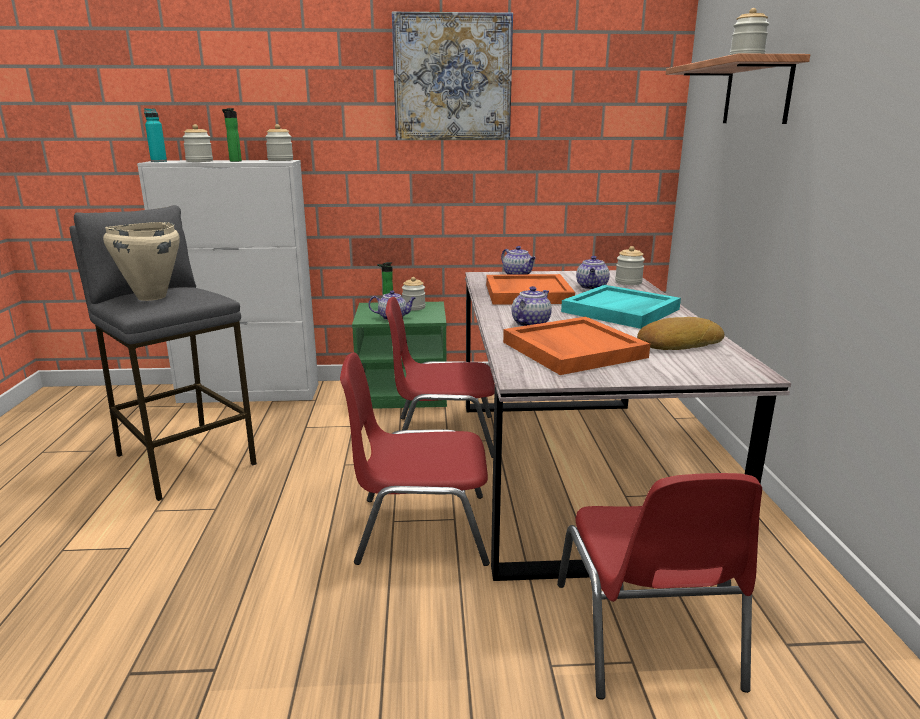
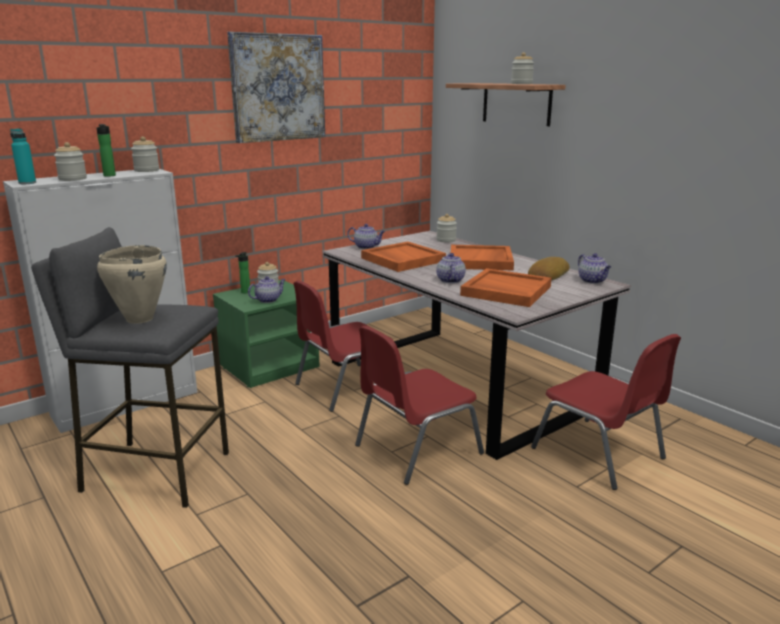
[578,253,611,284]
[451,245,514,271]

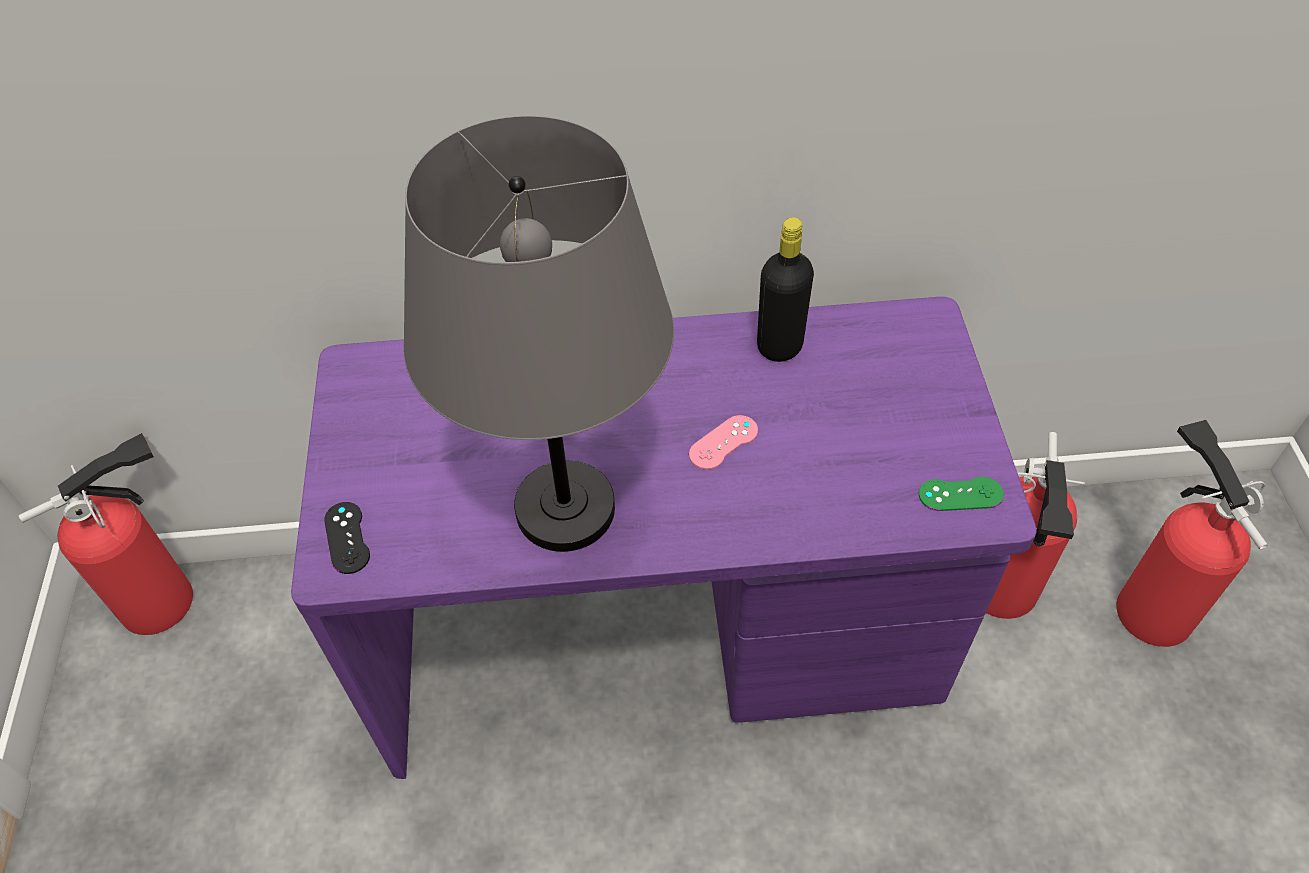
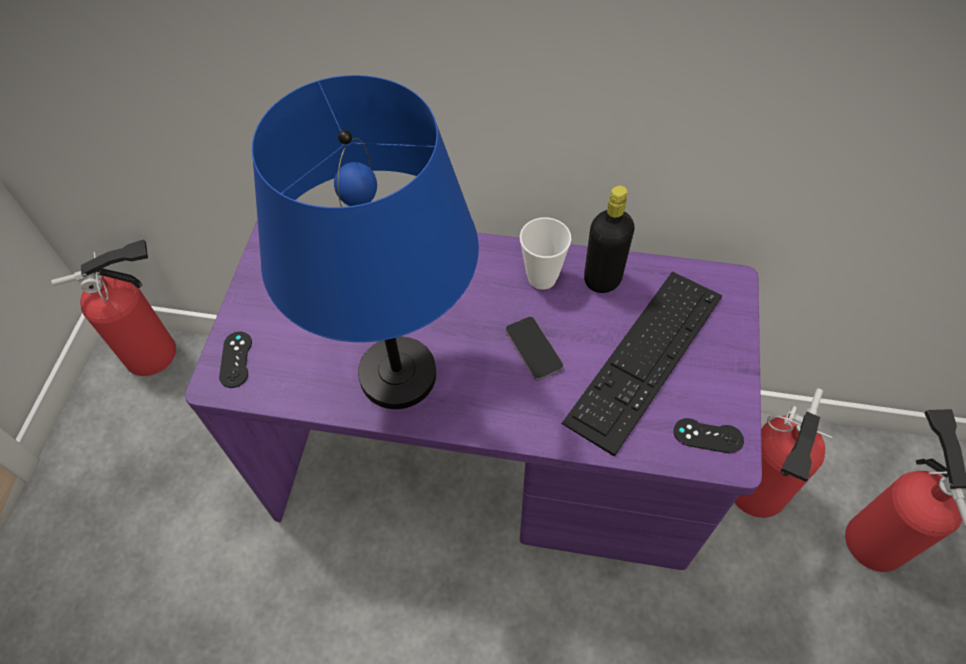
[520,217,571,290]
[562,272,722,457]
[505,316,564,381]
[252,75,479,409]
[674,418,744,454]

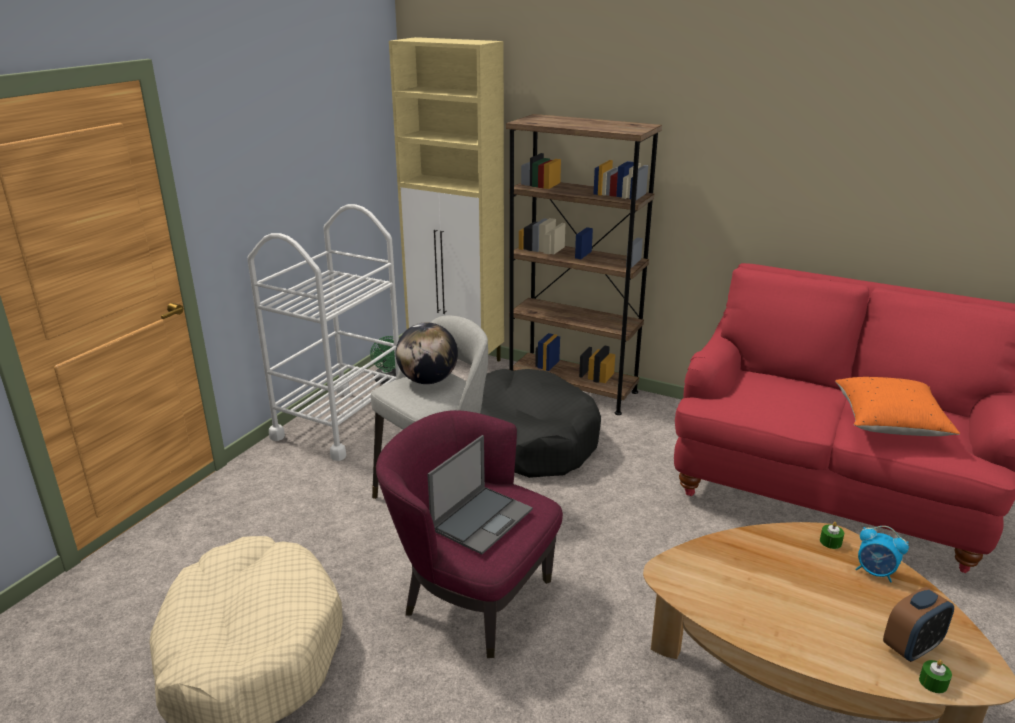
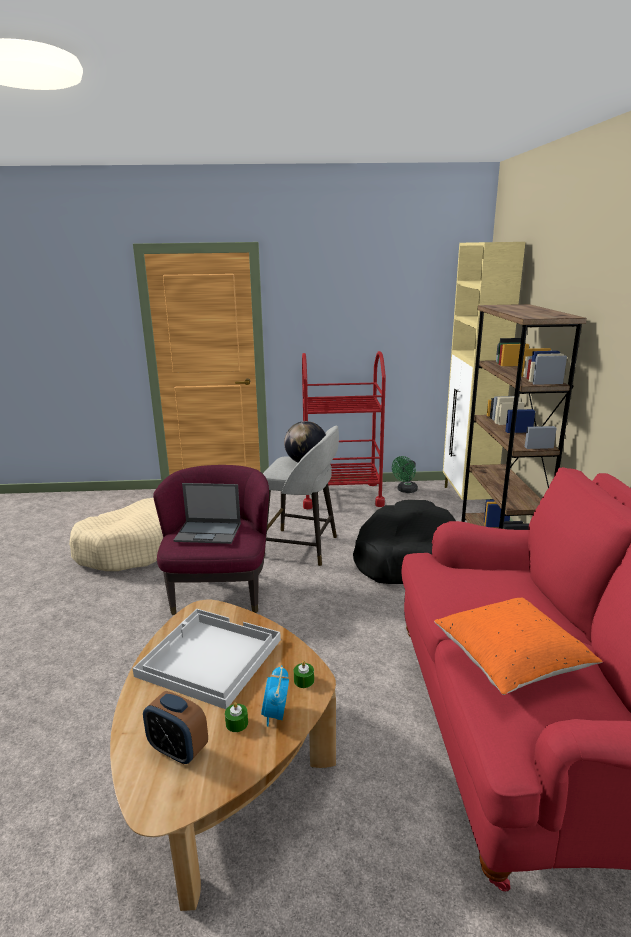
[133,609,281,709]
[225,702,248,732]
[302,351,386,509]

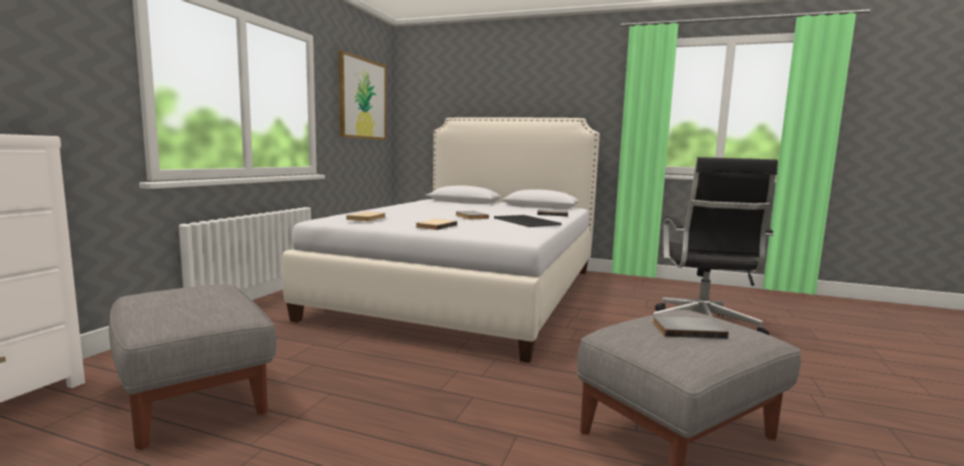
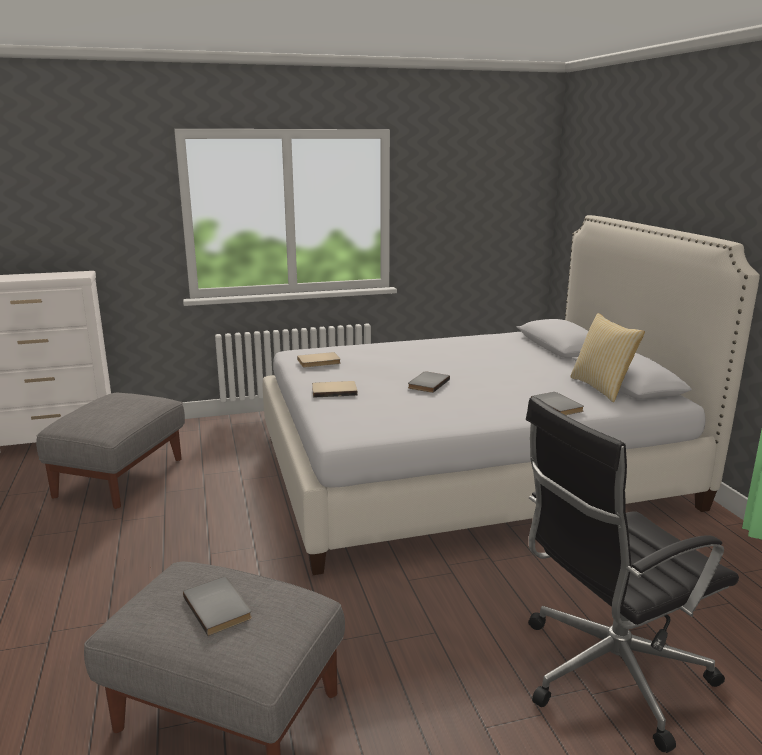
[339,50,386,140] (first image)
[494,215,562,227] (first image)
[570,313,645,402]

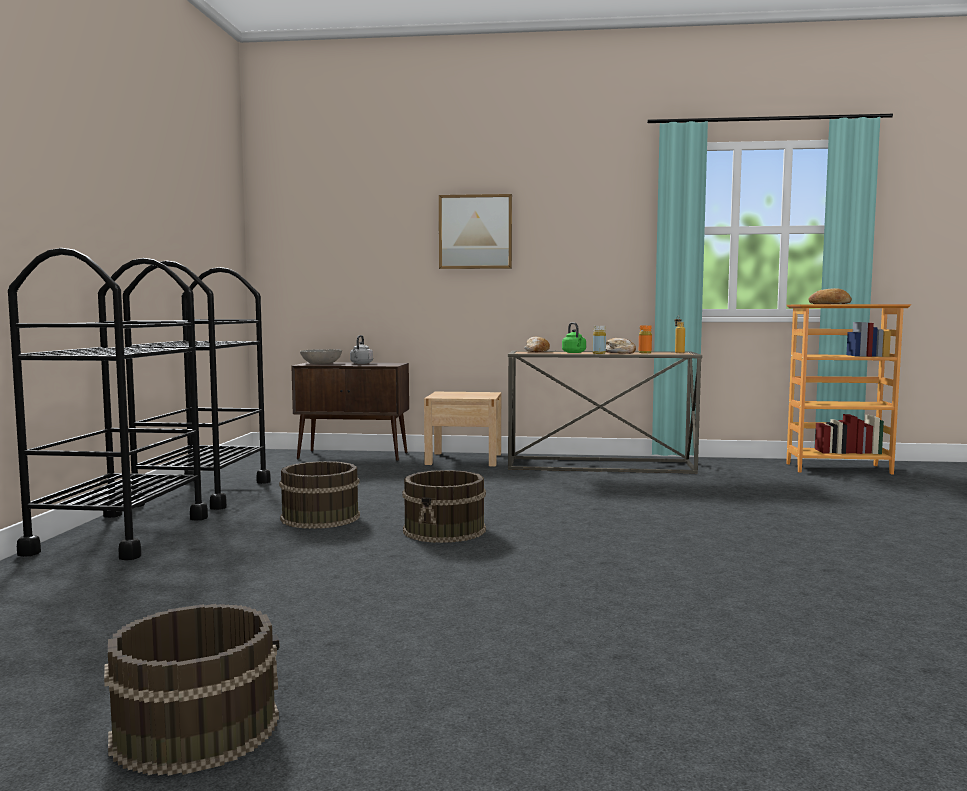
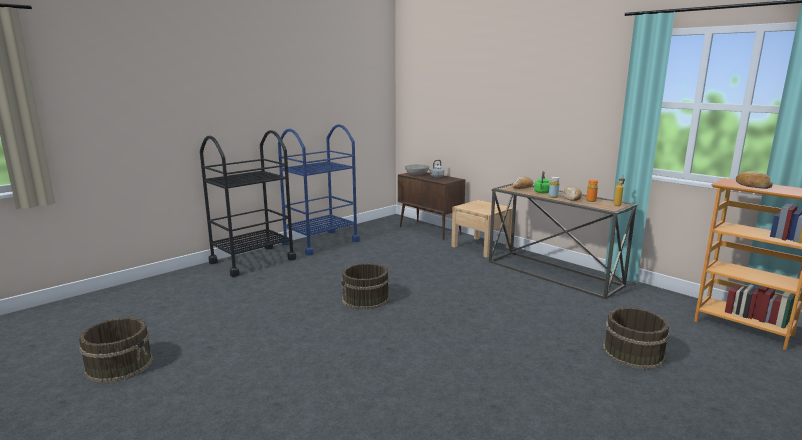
[439,194,512,269] (first image)
[603,307,669,369]
[278,124,360,256]

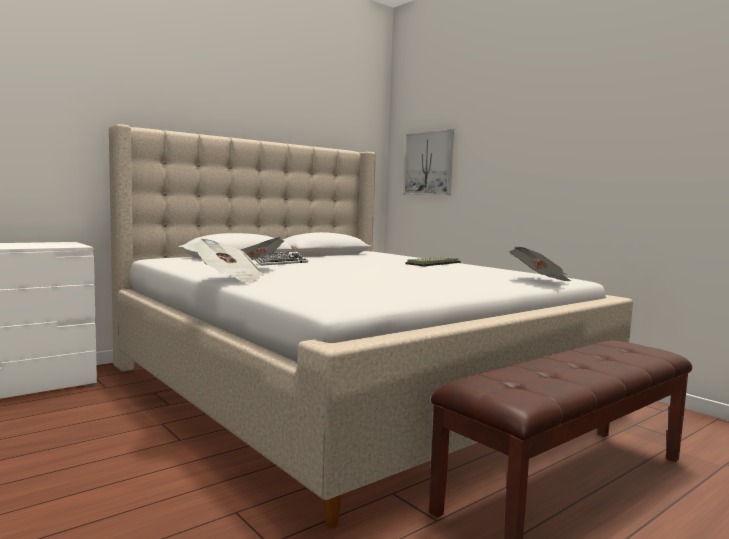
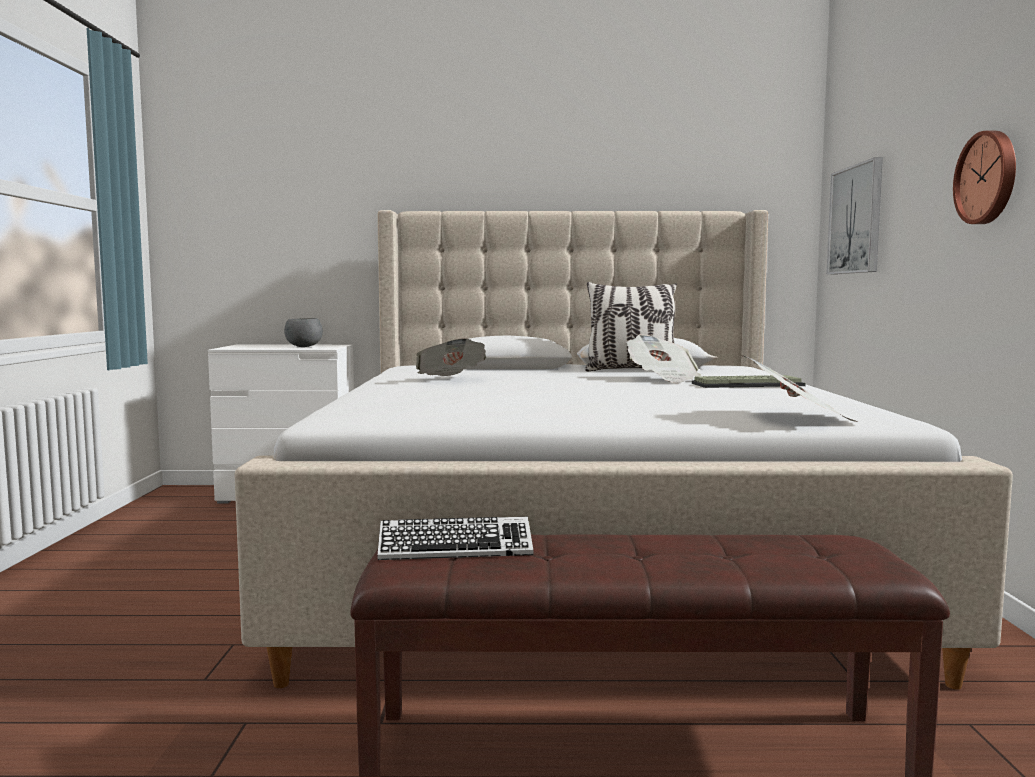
[284,318,323,347]
[585,282,677,371]
[953,131,1016,224]
[626,334,701,383]
[378,517,533,560]

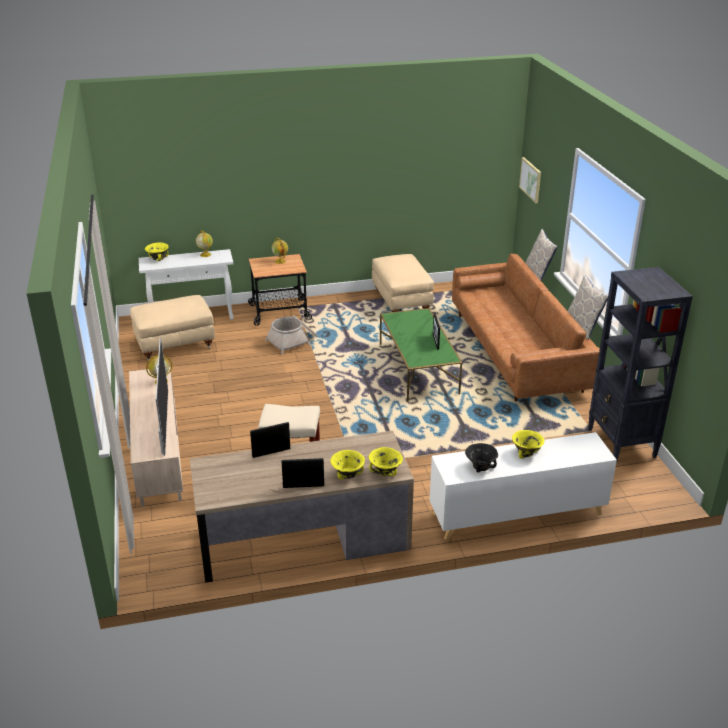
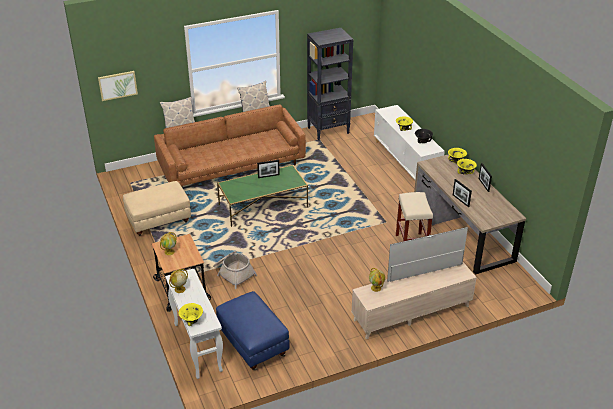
[216,291,289,370]

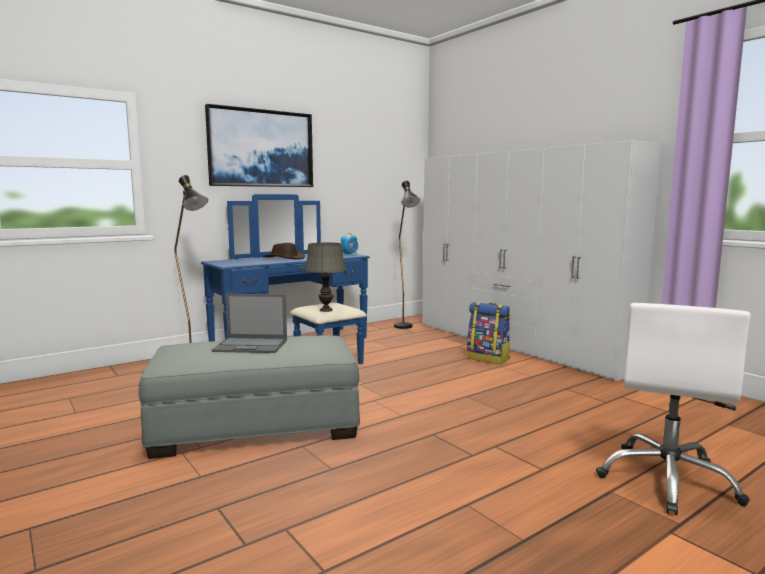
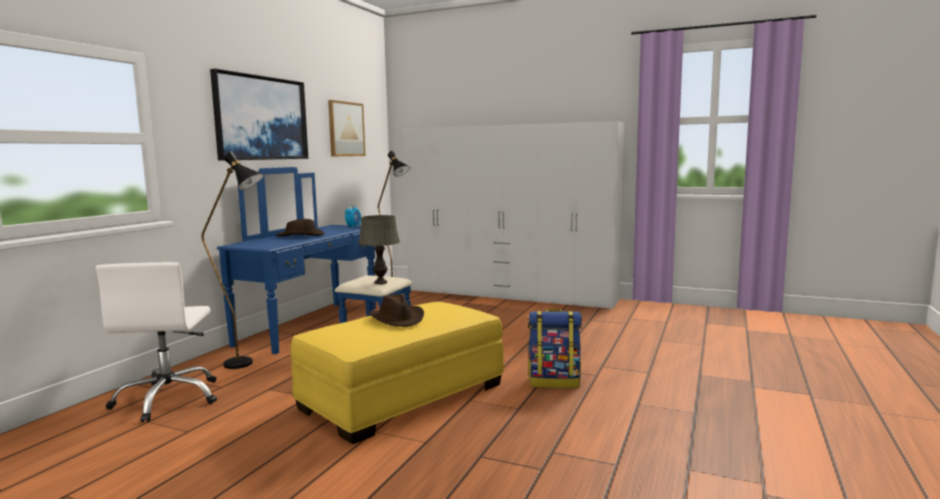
[328,100,366,157]
[528,309,582,388]
[96,262,217,422]
[368,294,424,327]
[290,302,504,444]

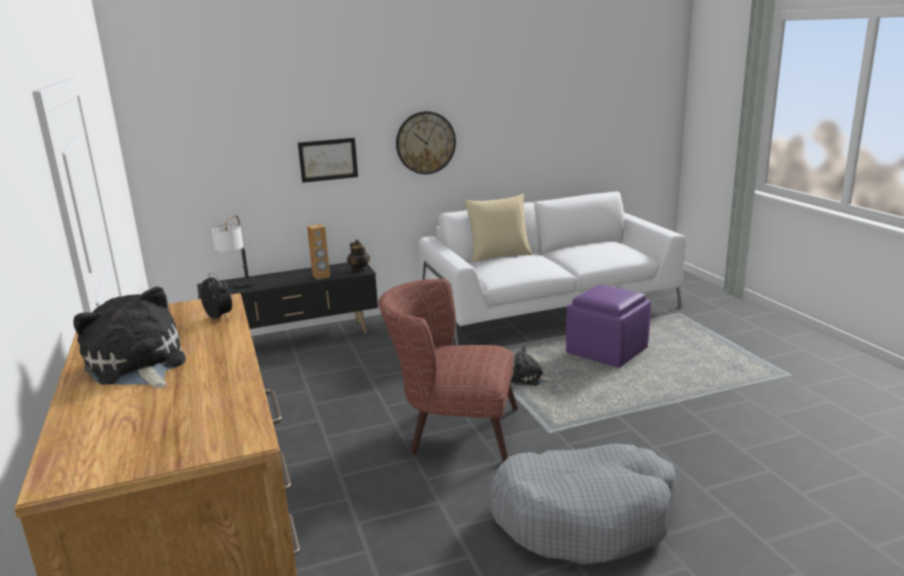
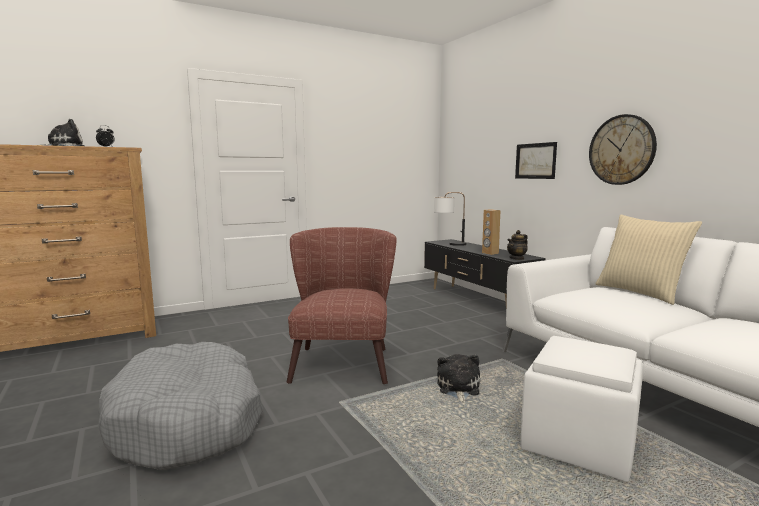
[521,336,643,482]

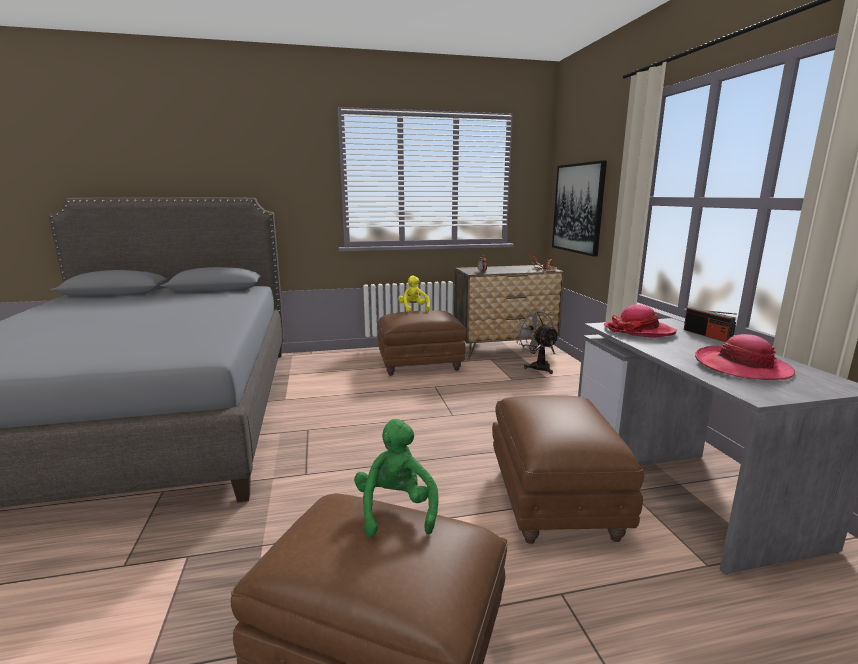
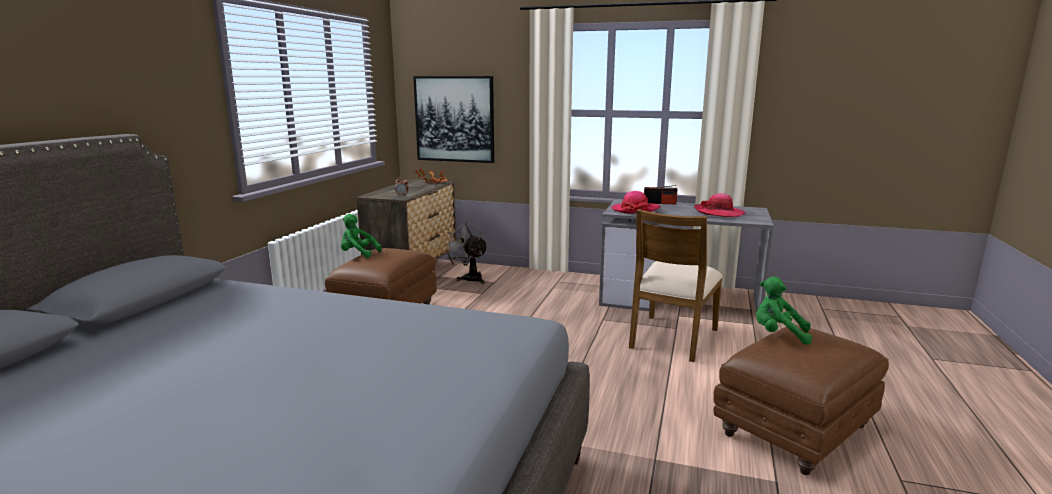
[629,209,723,362]
[341,214,382,258]
[445,222,488,284]

